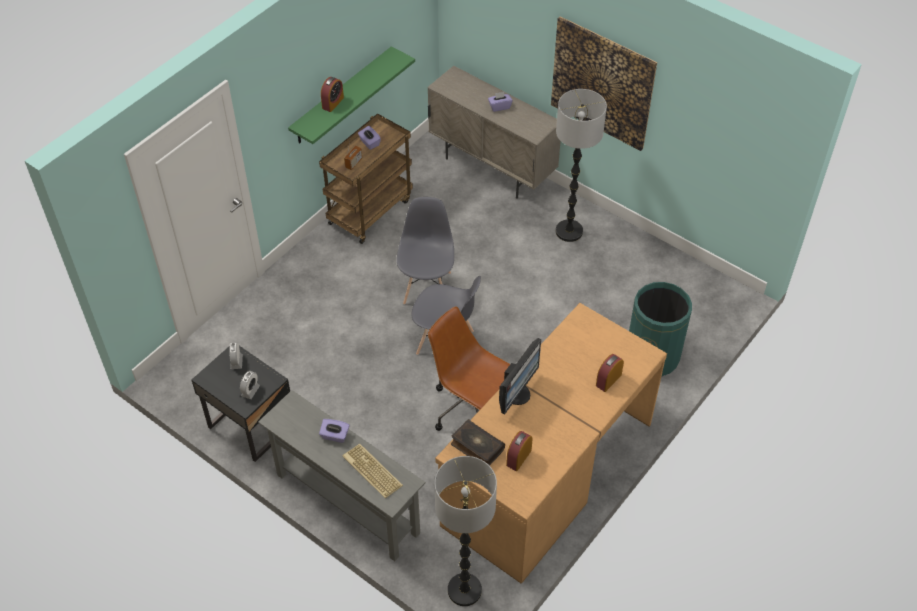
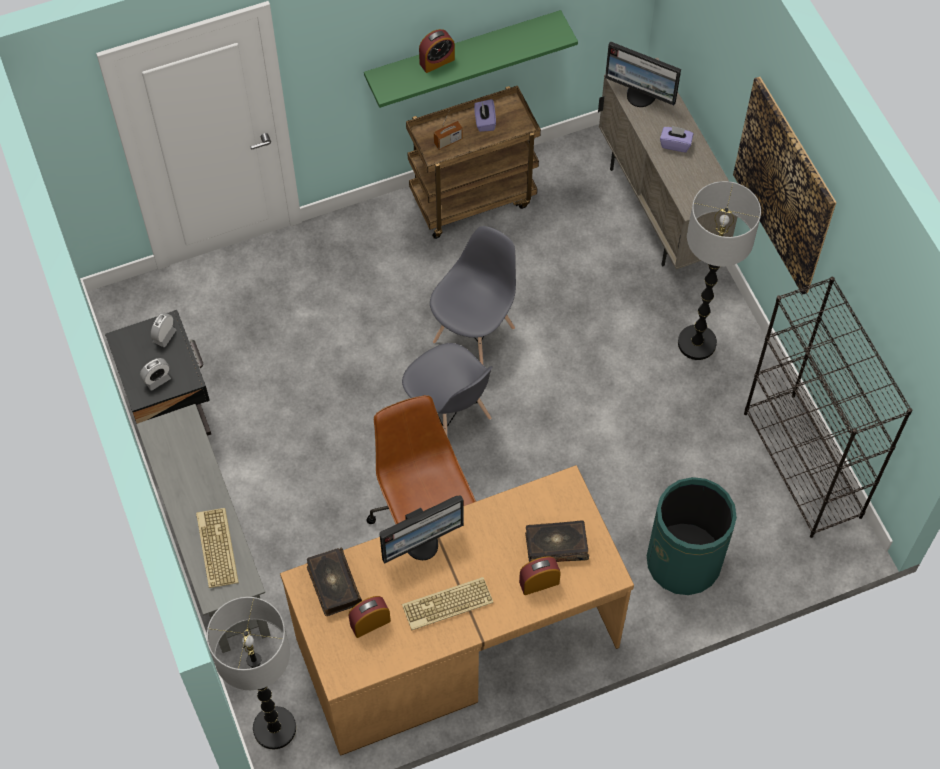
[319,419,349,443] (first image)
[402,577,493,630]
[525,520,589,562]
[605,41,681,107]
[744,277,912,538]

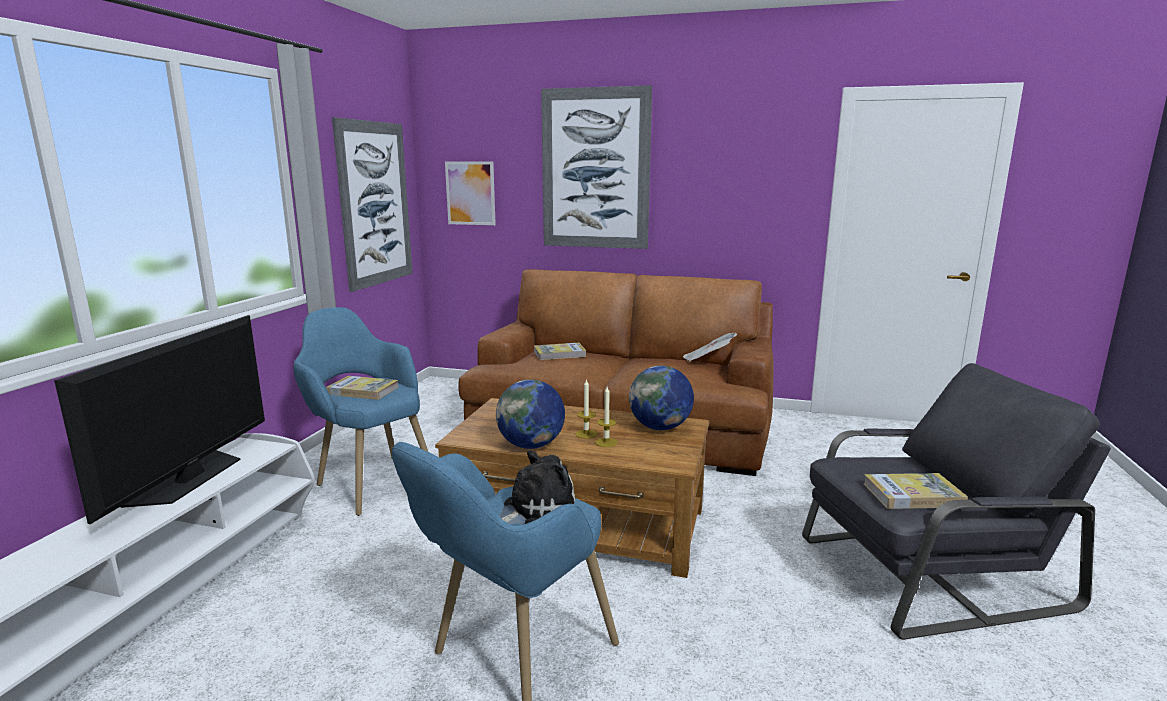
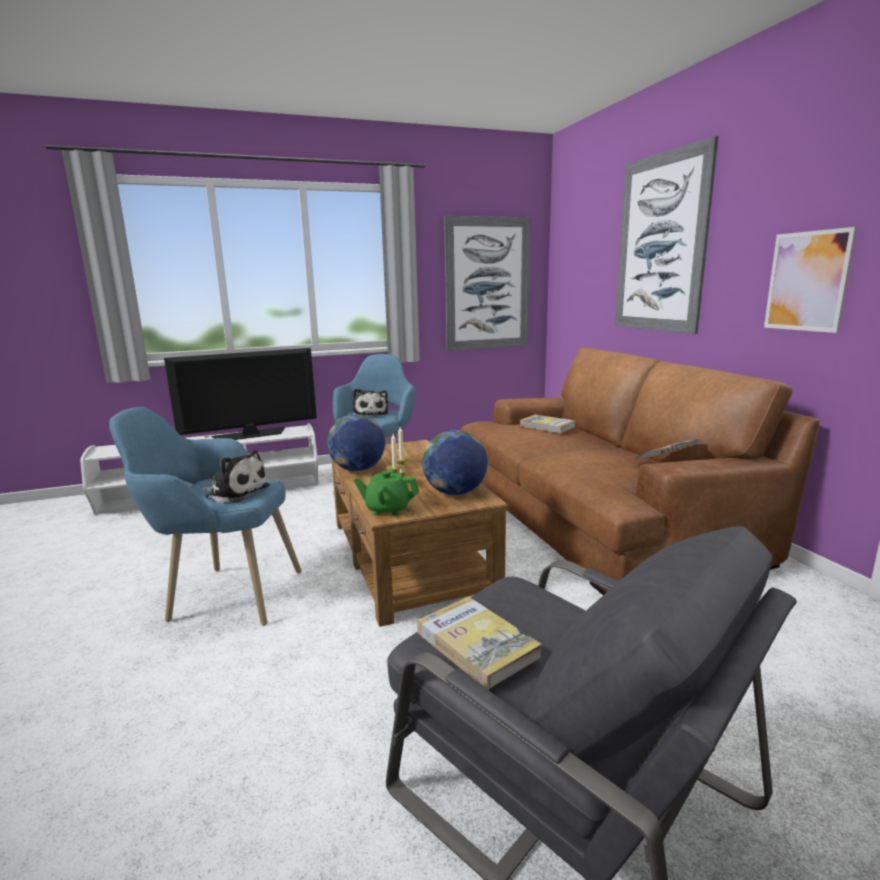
[354,469,419,516]
[764,227,857,333]
[353,389,388,416]

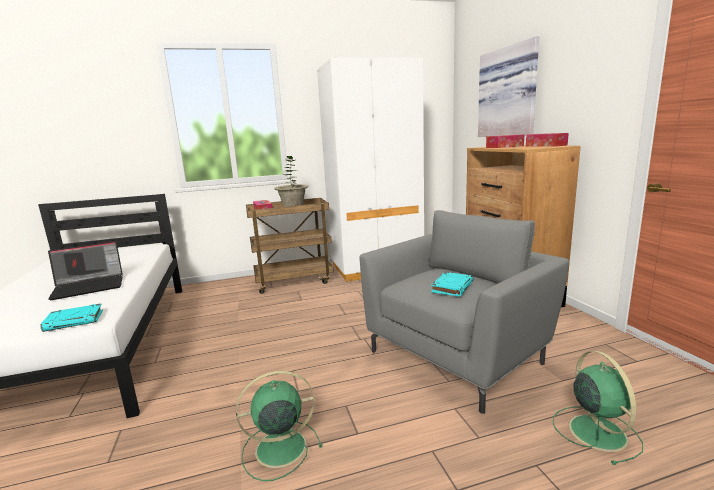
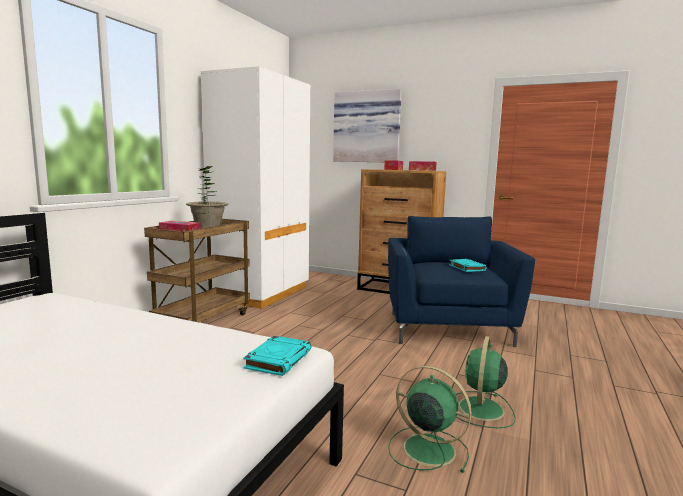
[48,241,123,300] (first image)
[388,366,472,473]
[388,216,535,347]

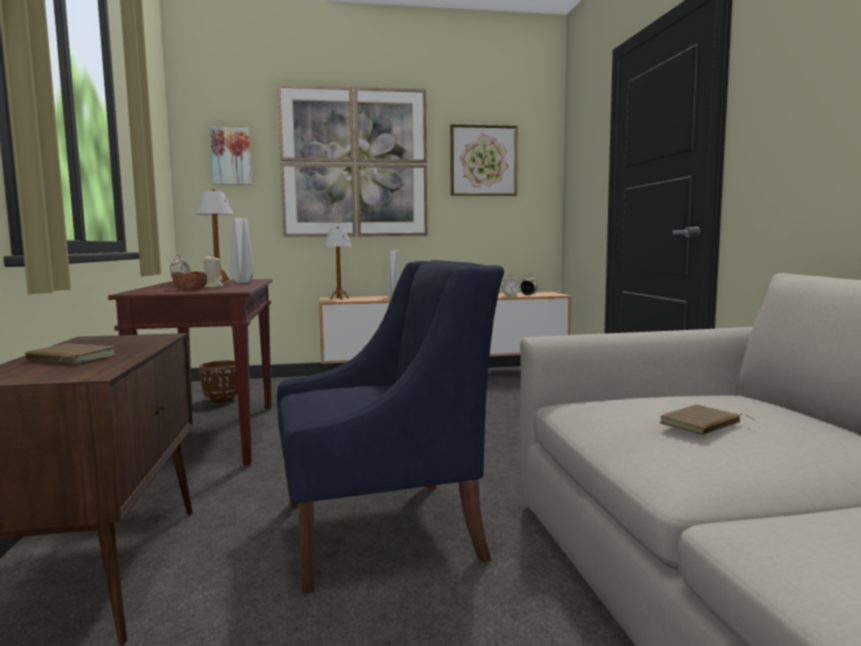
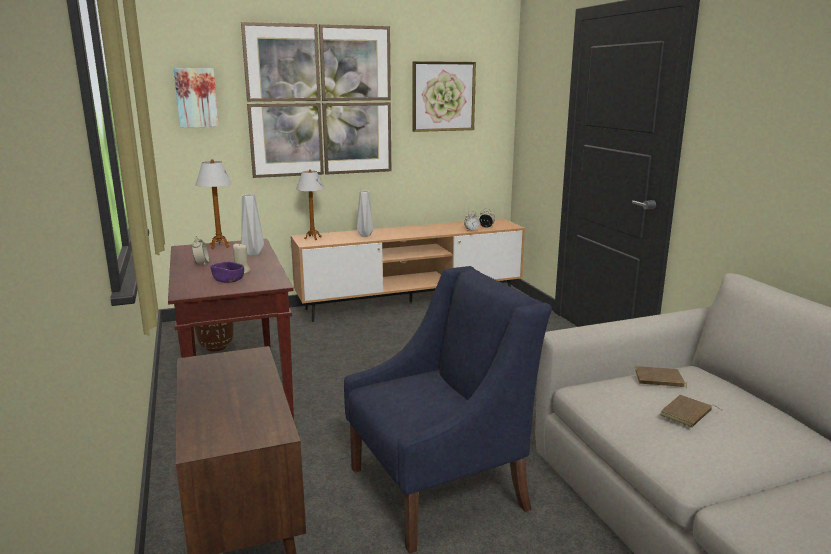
[635,366,687,388]
[210,262,244,283]

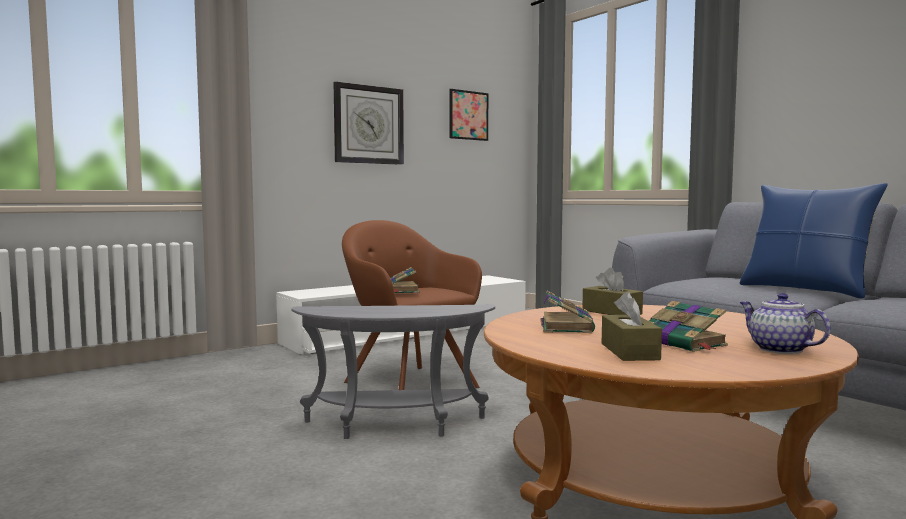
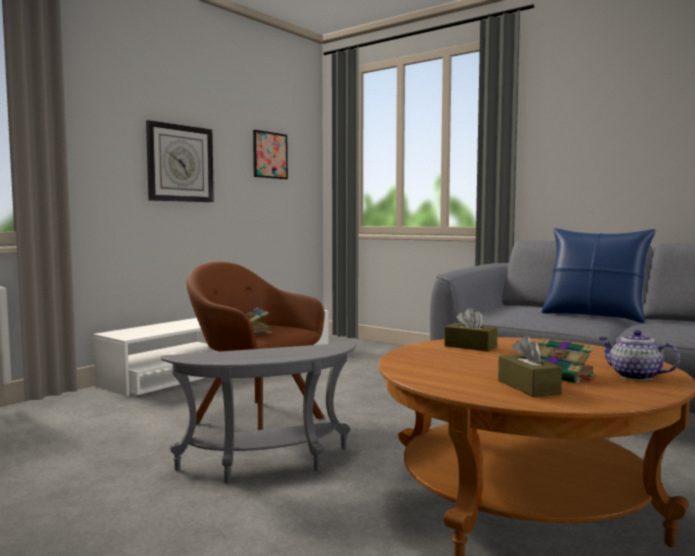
[541,291,595,333] (first image)

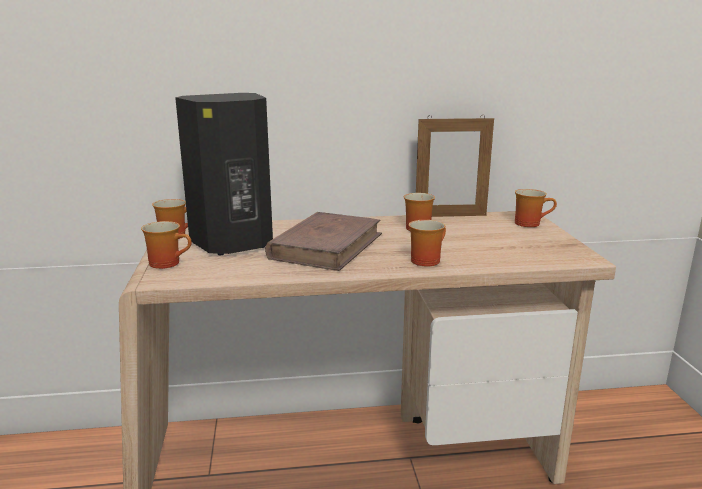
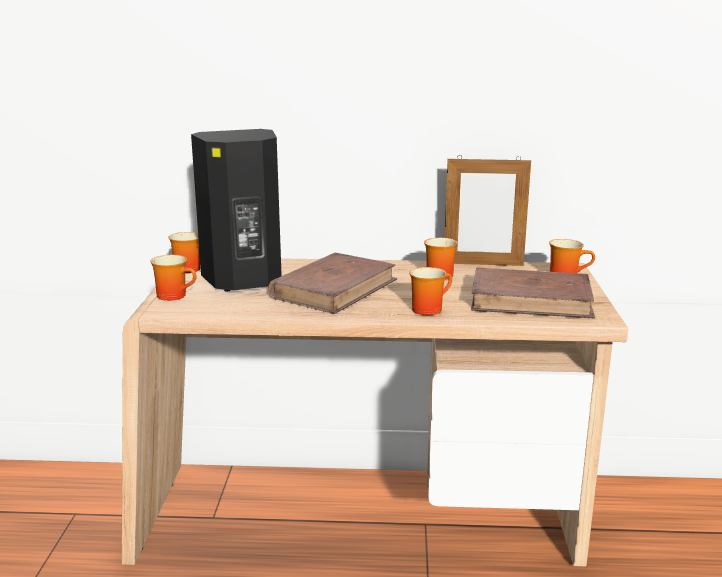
[471,267,595,319]

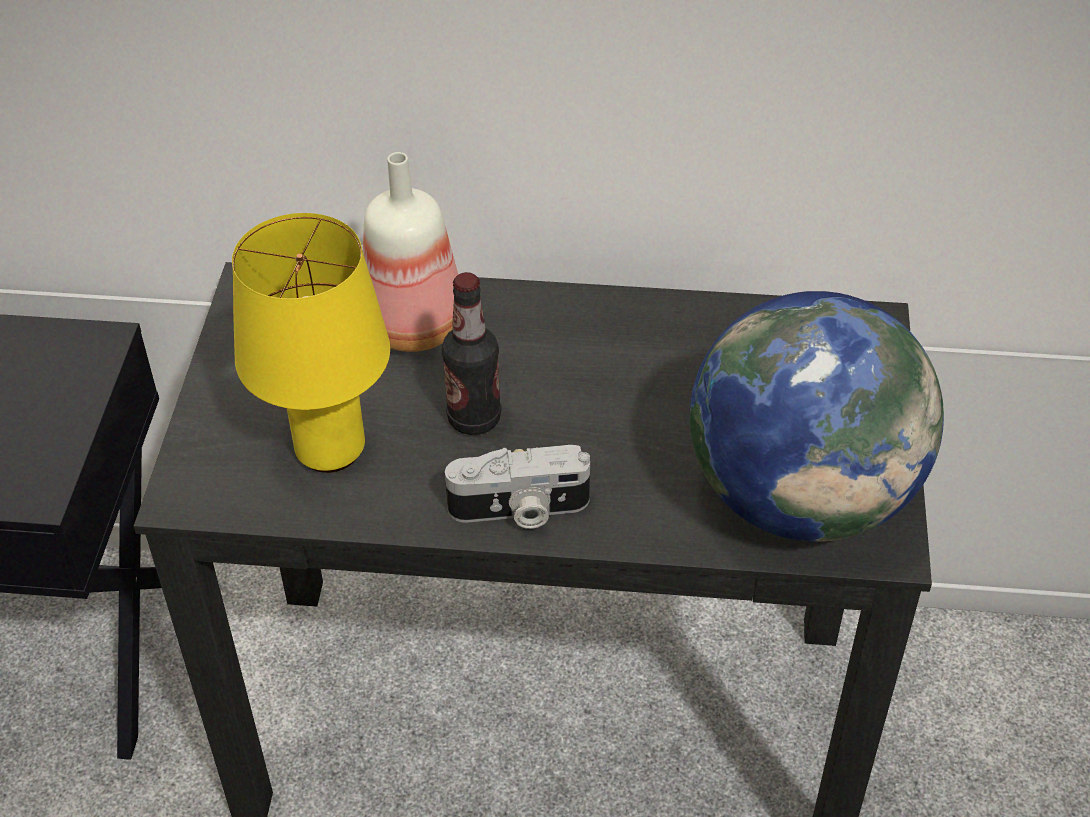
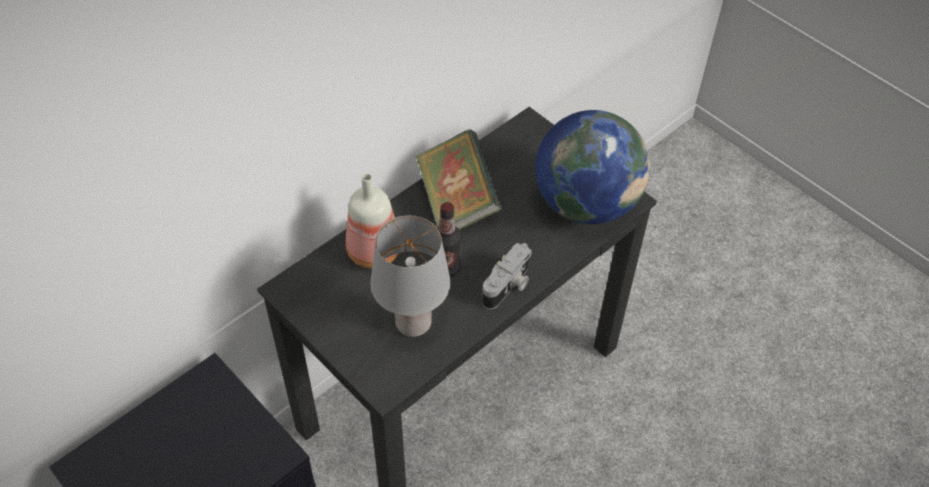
[415,129,502,230]
[370,215,451,337]

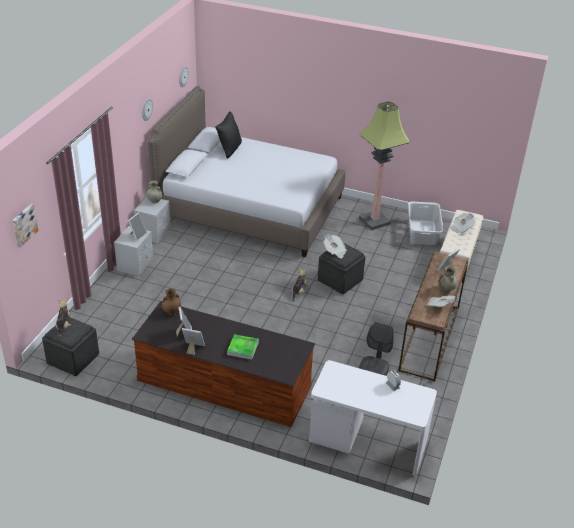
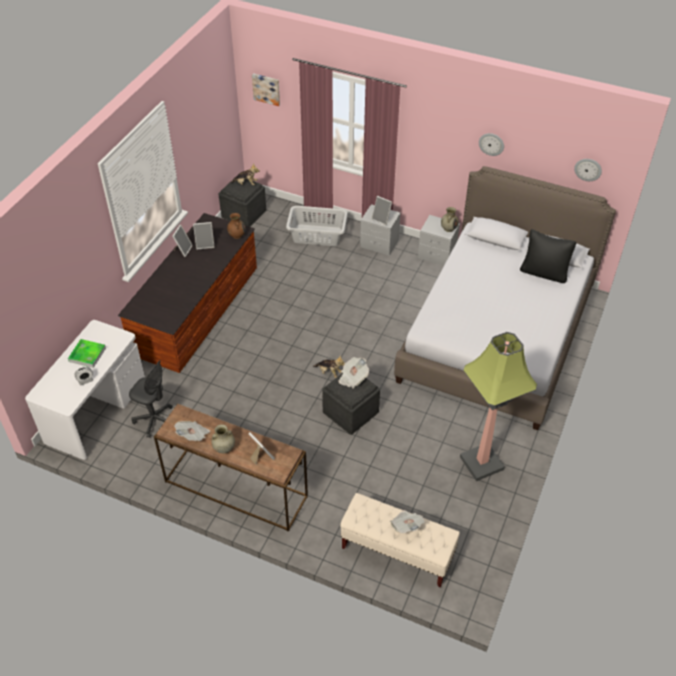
[68,339,106,368]
[286,206,348,246]

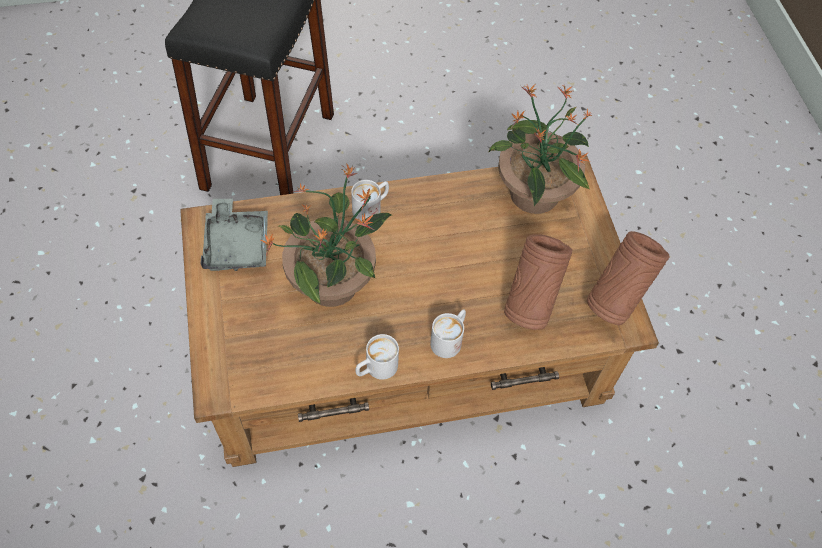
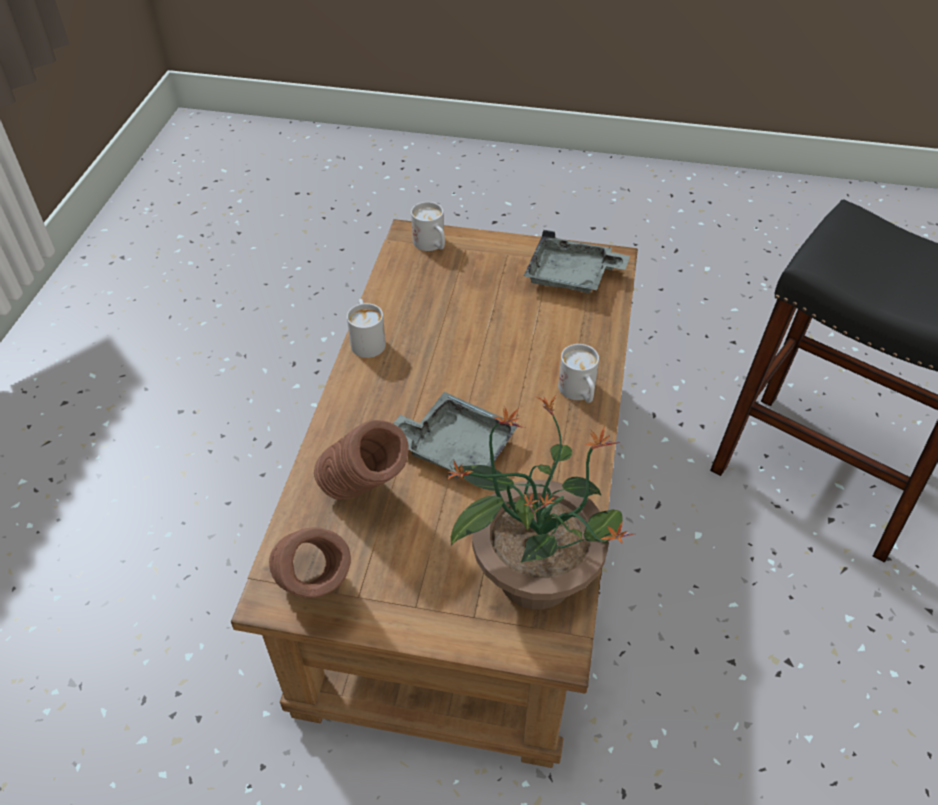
[261,163,392,307] (first image)
[393,392,518,478]
[411,202,445,251]

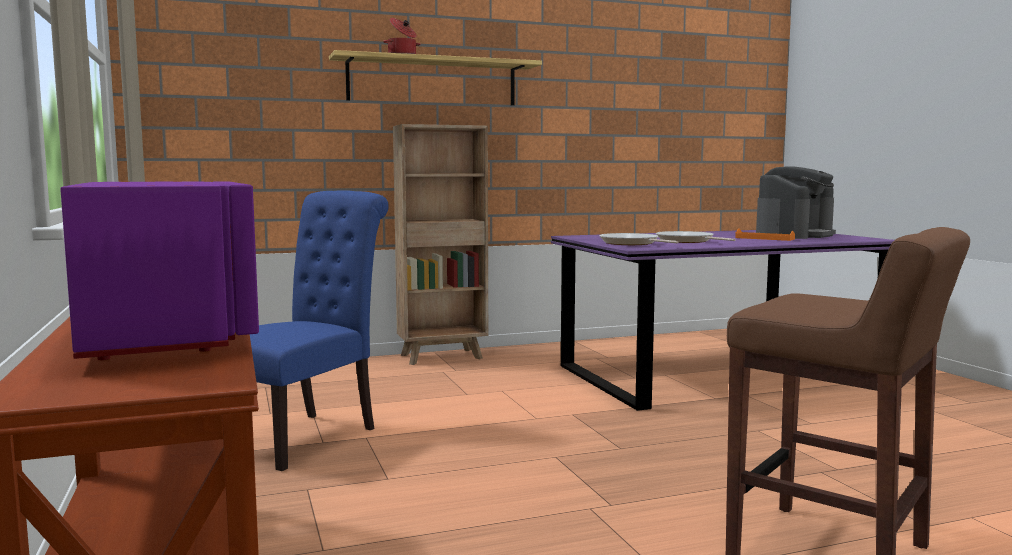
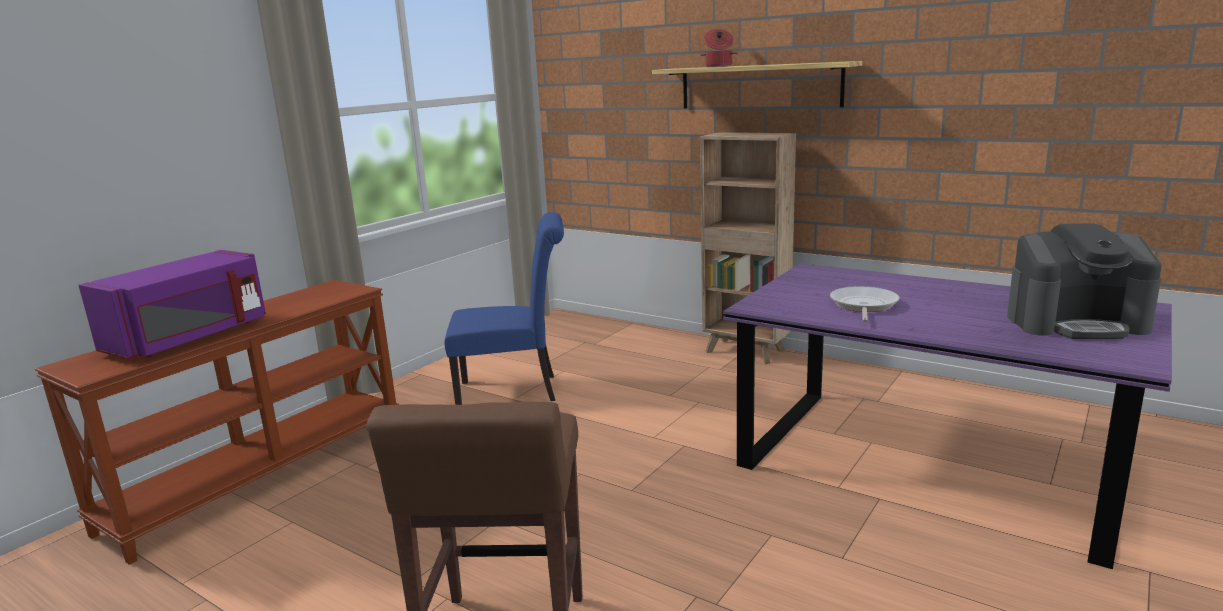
[599,233,679,245] (first image)
[735,228,795,241] (first image)

